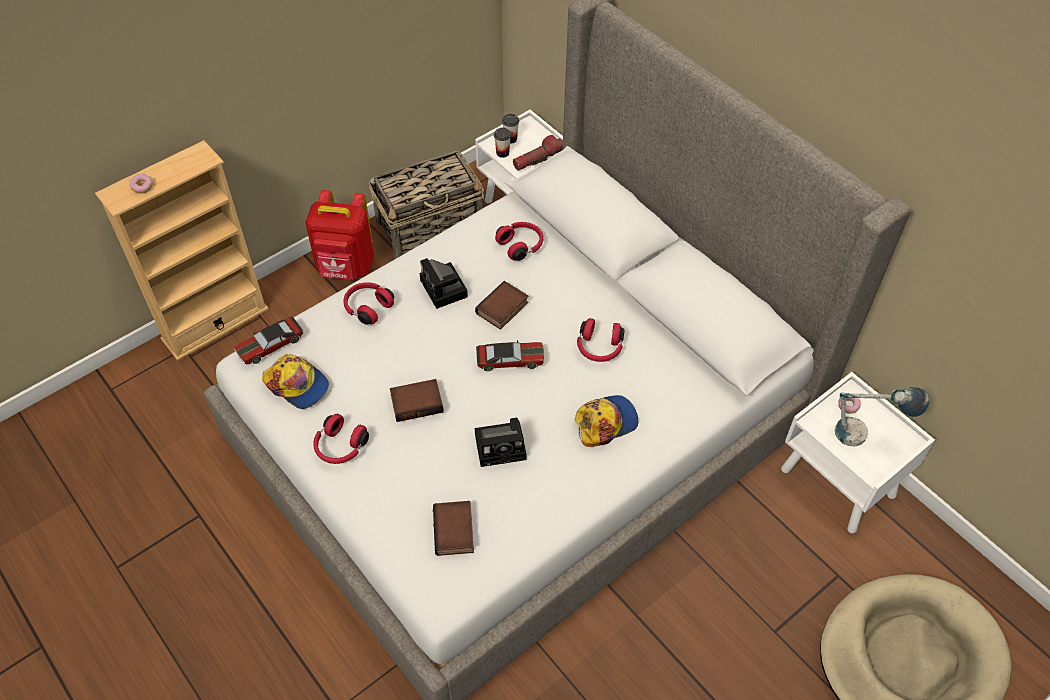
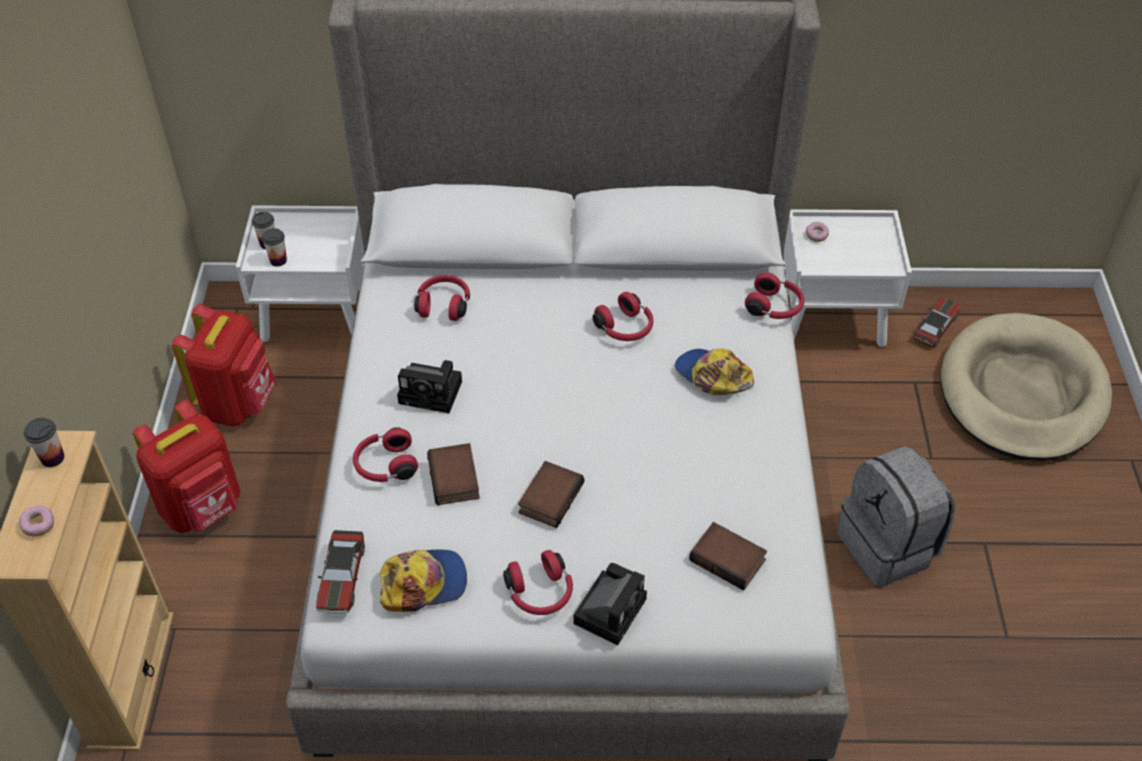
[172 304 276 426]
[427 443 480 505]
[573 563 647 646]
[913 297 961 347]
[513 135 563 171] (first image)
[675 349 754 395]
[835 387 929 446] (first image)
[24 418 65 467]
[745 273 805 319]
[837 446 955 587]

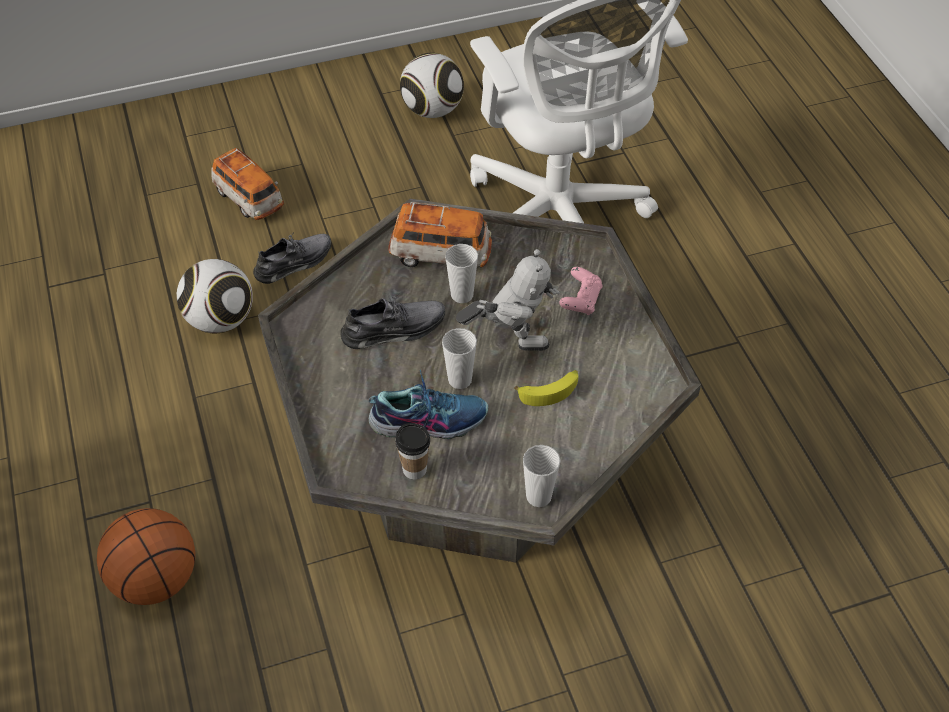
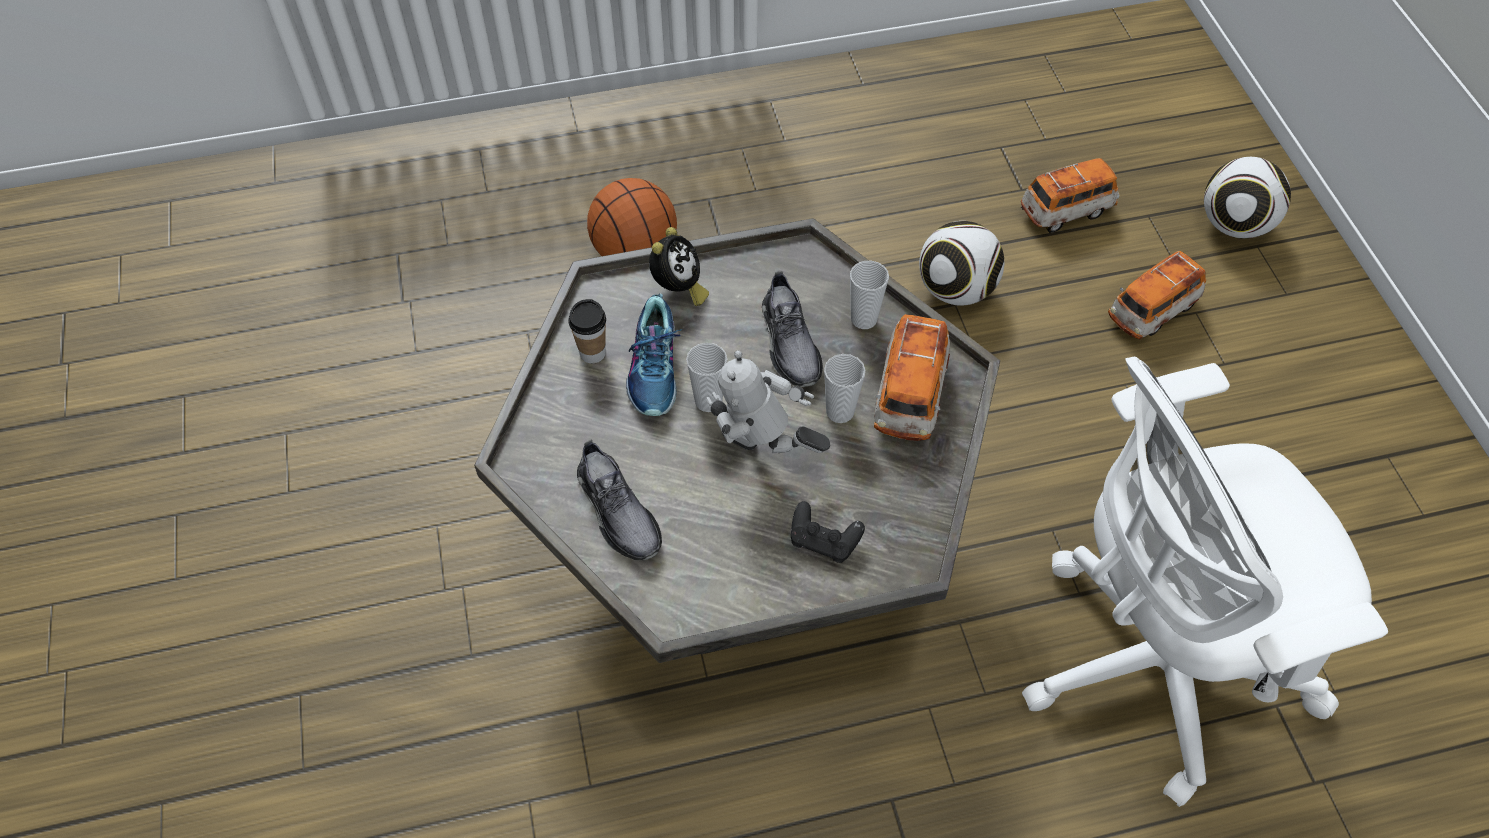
[577 440 662 560]
[1204 157 1291 239]
[706 350 830 453]
[514 370 578 406] (first image)
[850 261 889 329]
[791 501 865 563]
[649 227 709 306]
[1021 158 1120 233]

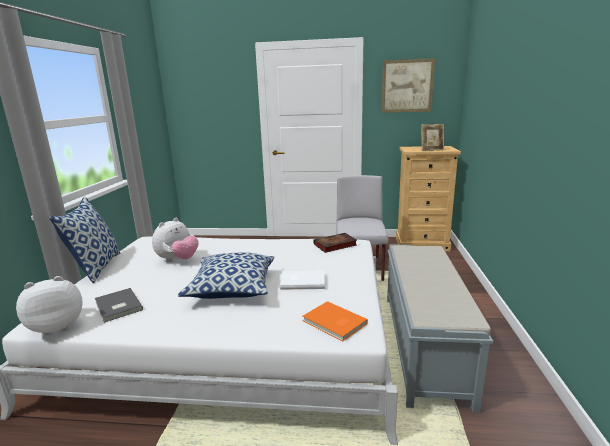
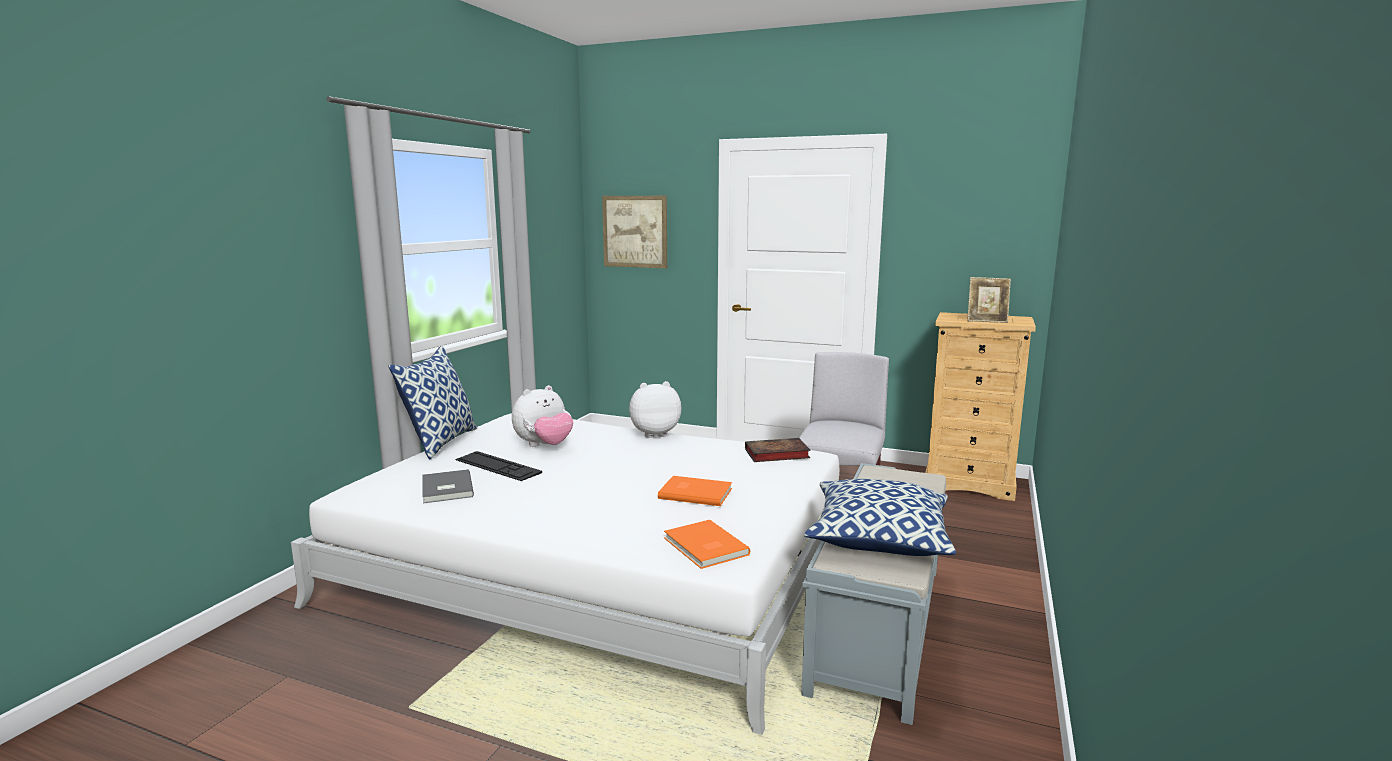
[629 381 682 438]
[804 479 956 556]
[658 476 732 506]
[602 196 667 268]
[456 451 542 481]

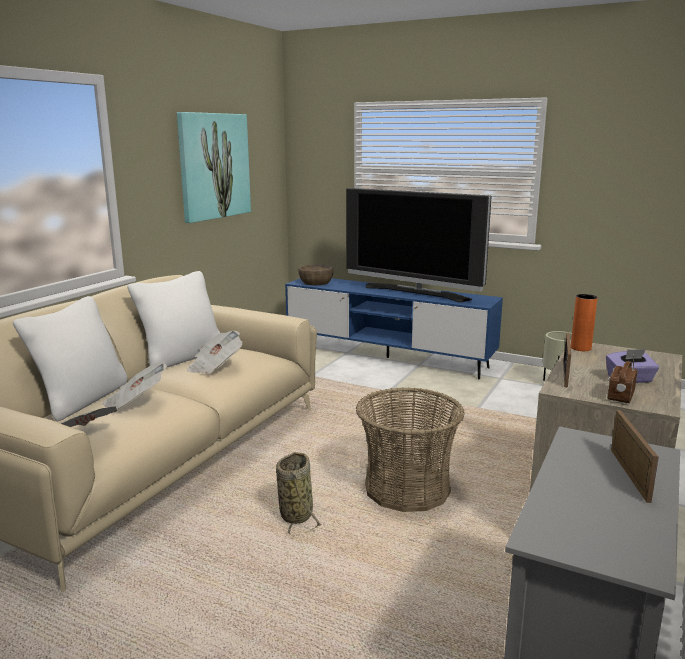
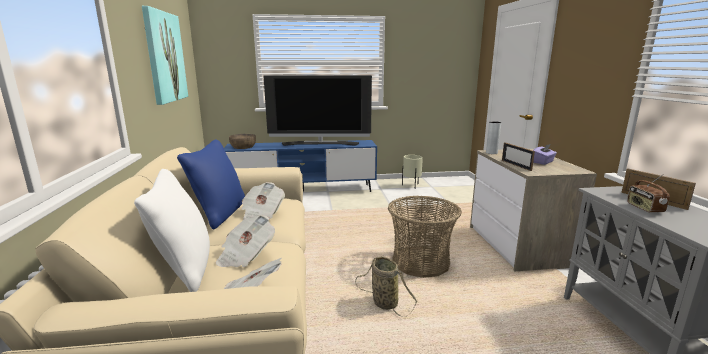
[177 140 245 229]
[486 121 501 154]
[627 174 670 213]

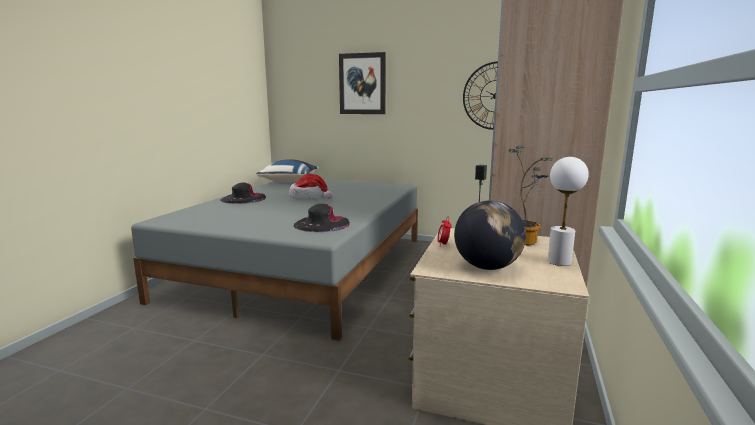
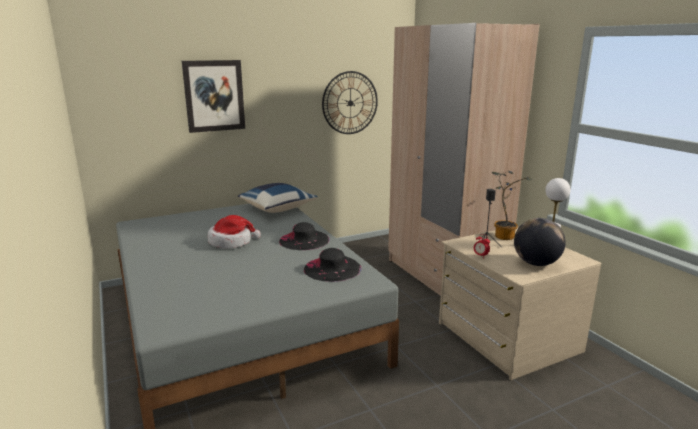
[279 222 330 250]
[238 183 318 213]

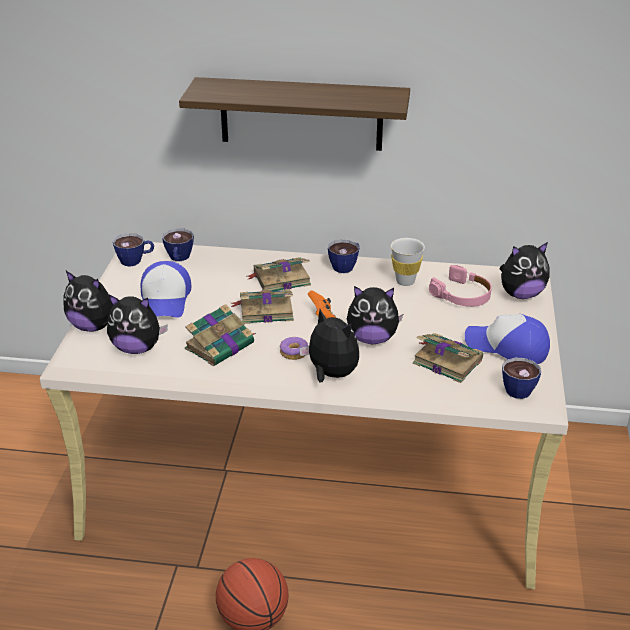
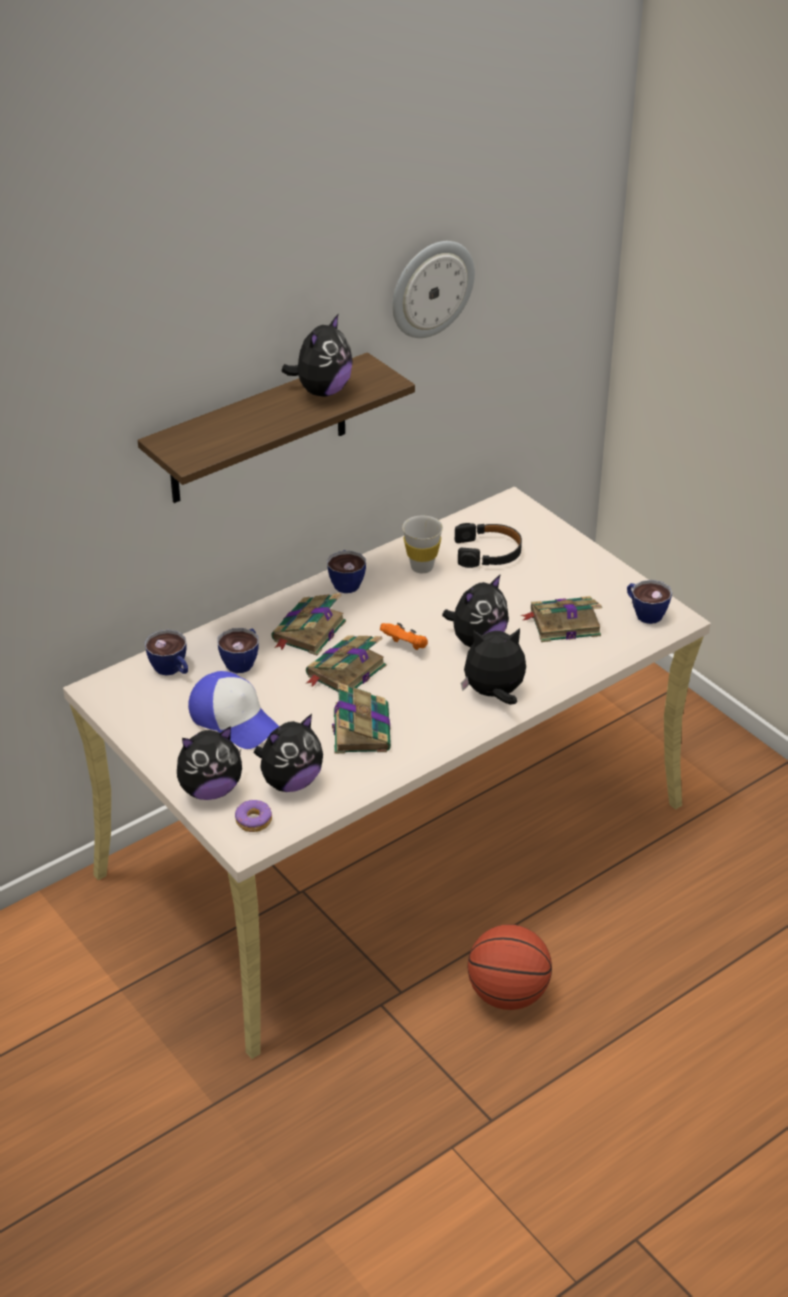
[217 628 259 673]
[235 800 273 832]
[455 523 522 568]
[465 314 550 364] (first image)
[281 313 353 397]
[392 241 475 338]

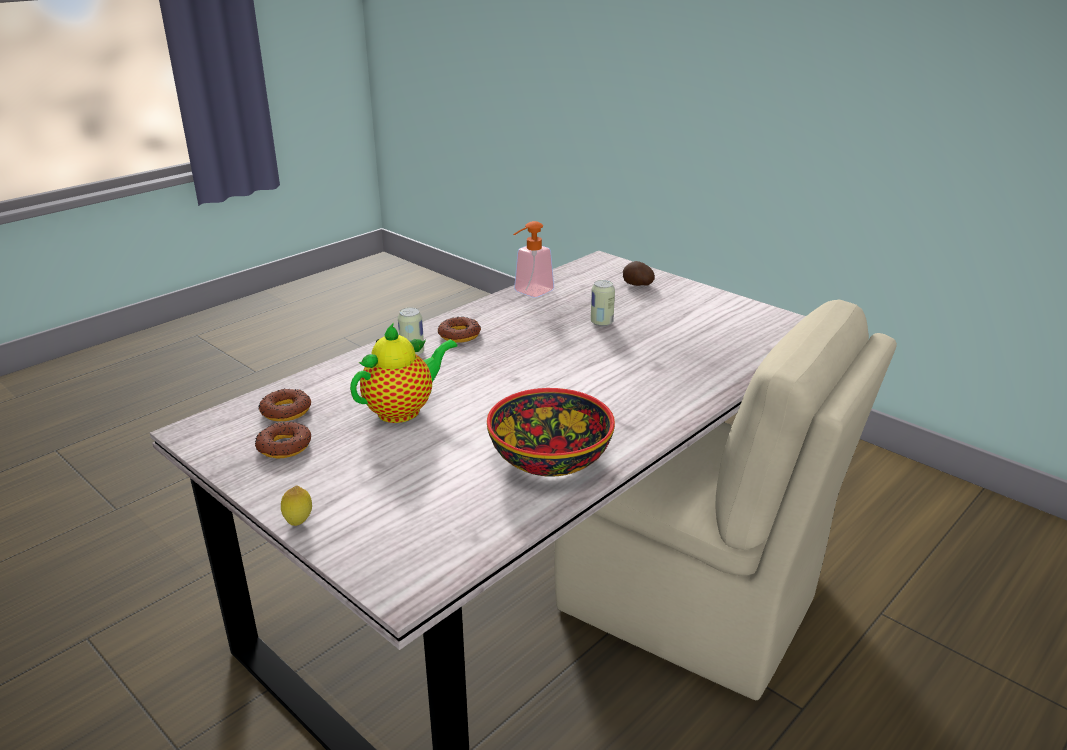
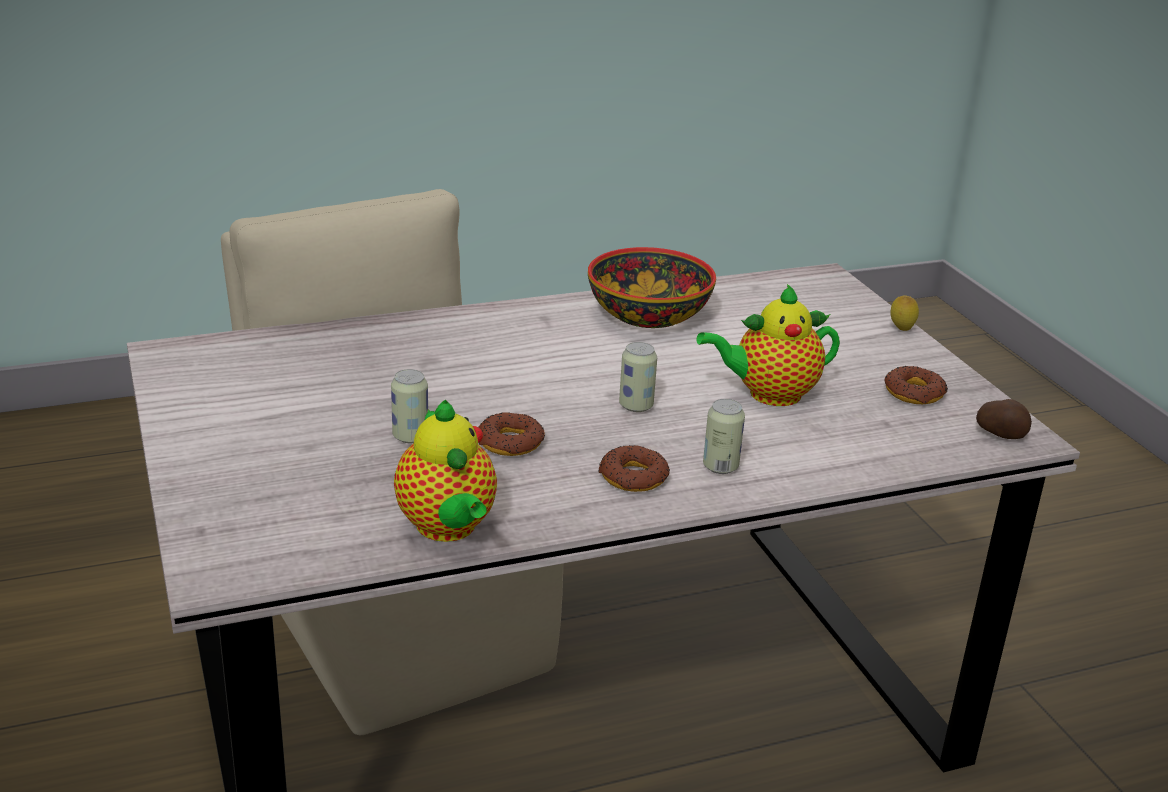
[479 412 545 456]
[394 399 497 542]
[976 399 1032 439]
[619 342 657 412]

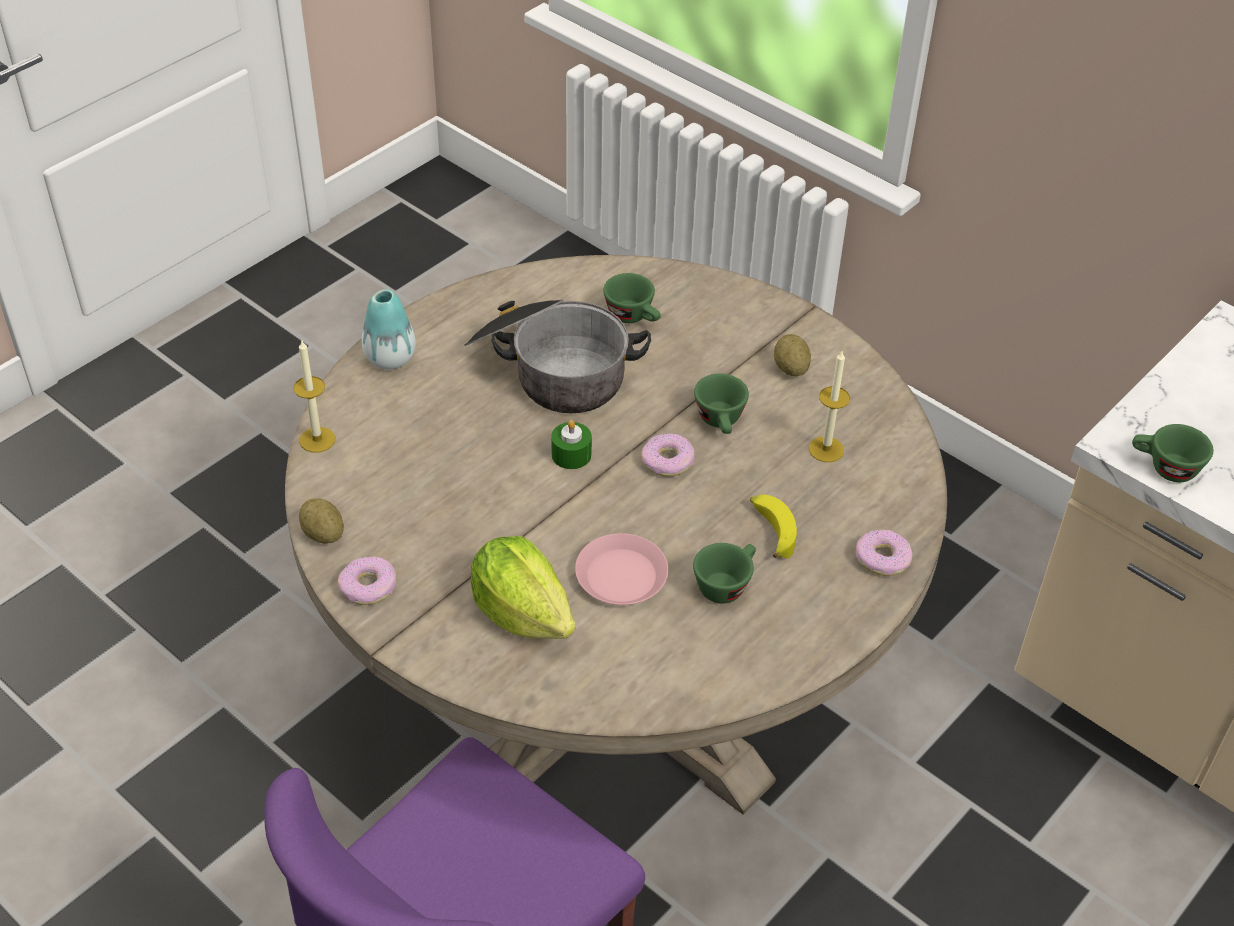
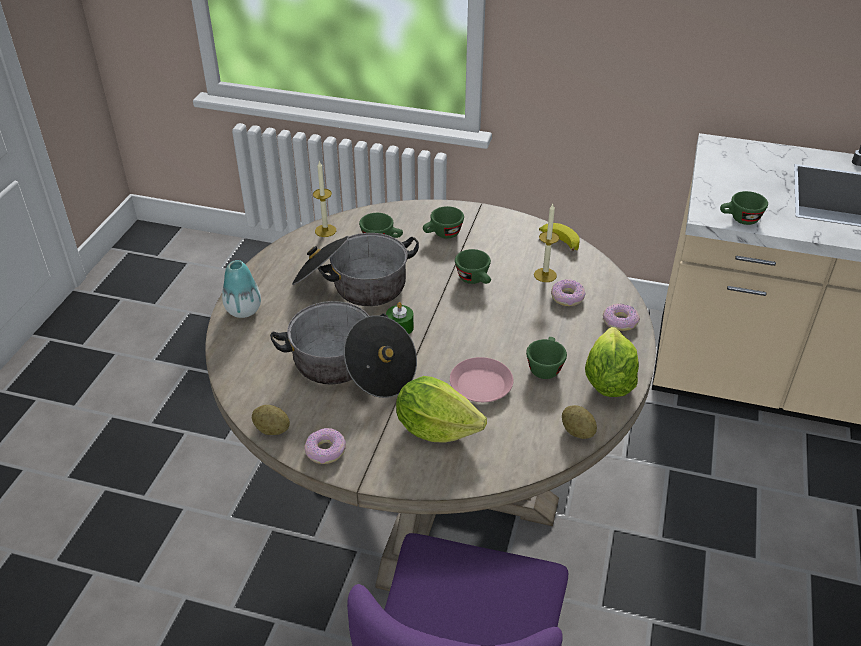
[313 161 336 237]
[551 279 585 306]
[539 223 580 251]
[562 405 597 439]
[270 301 417 398]
[423 206 464 239]
[585 327 639 397]

